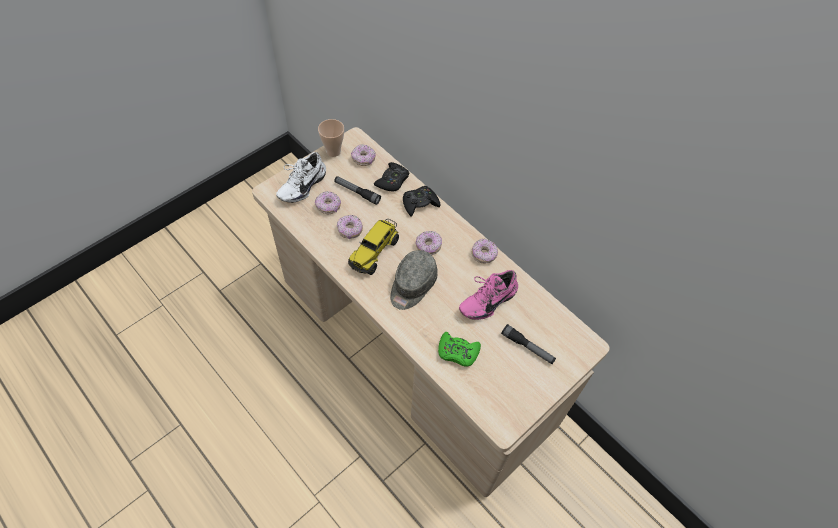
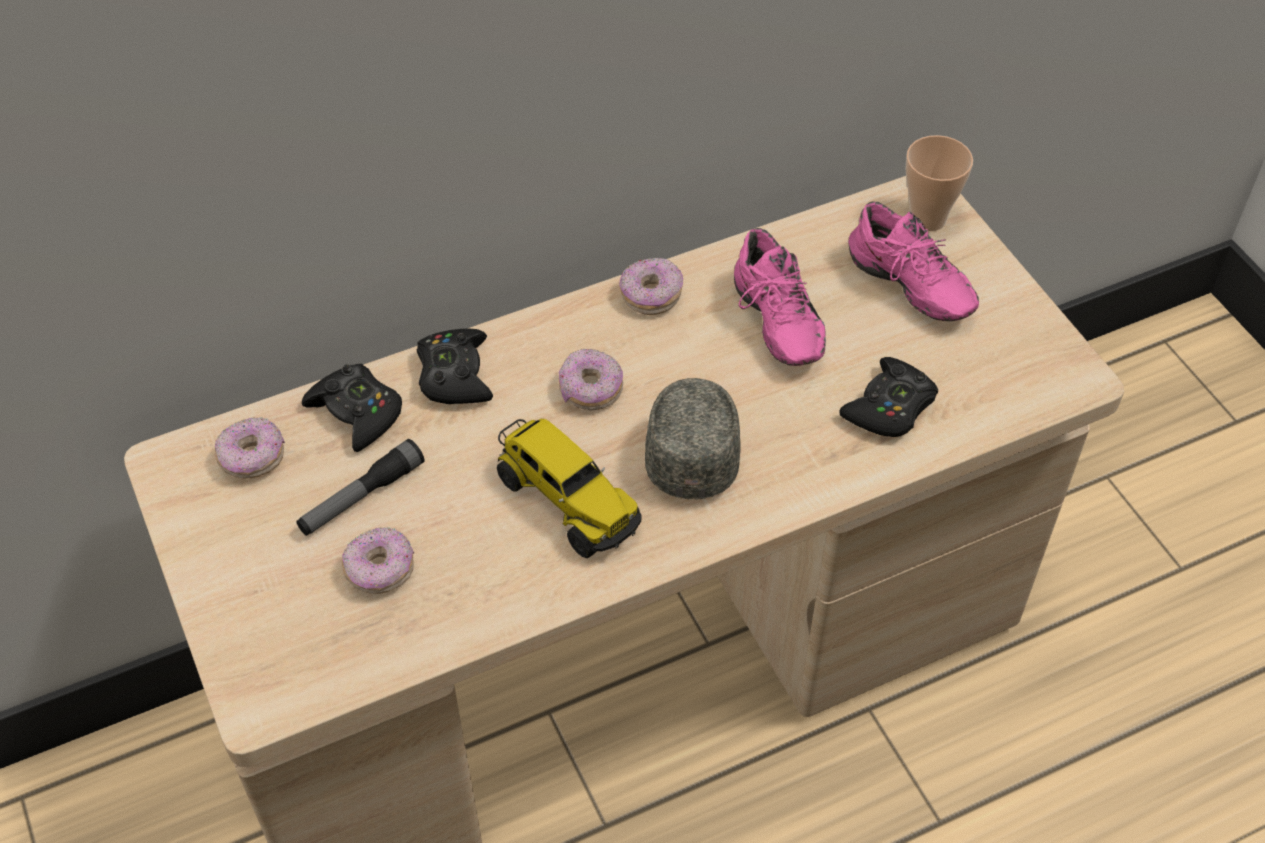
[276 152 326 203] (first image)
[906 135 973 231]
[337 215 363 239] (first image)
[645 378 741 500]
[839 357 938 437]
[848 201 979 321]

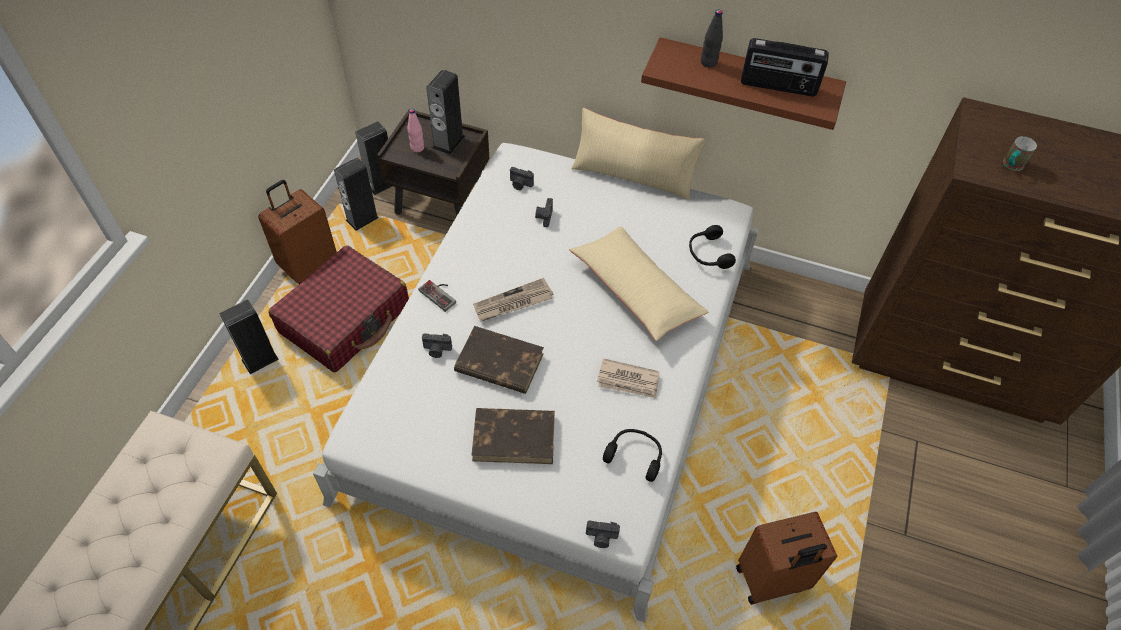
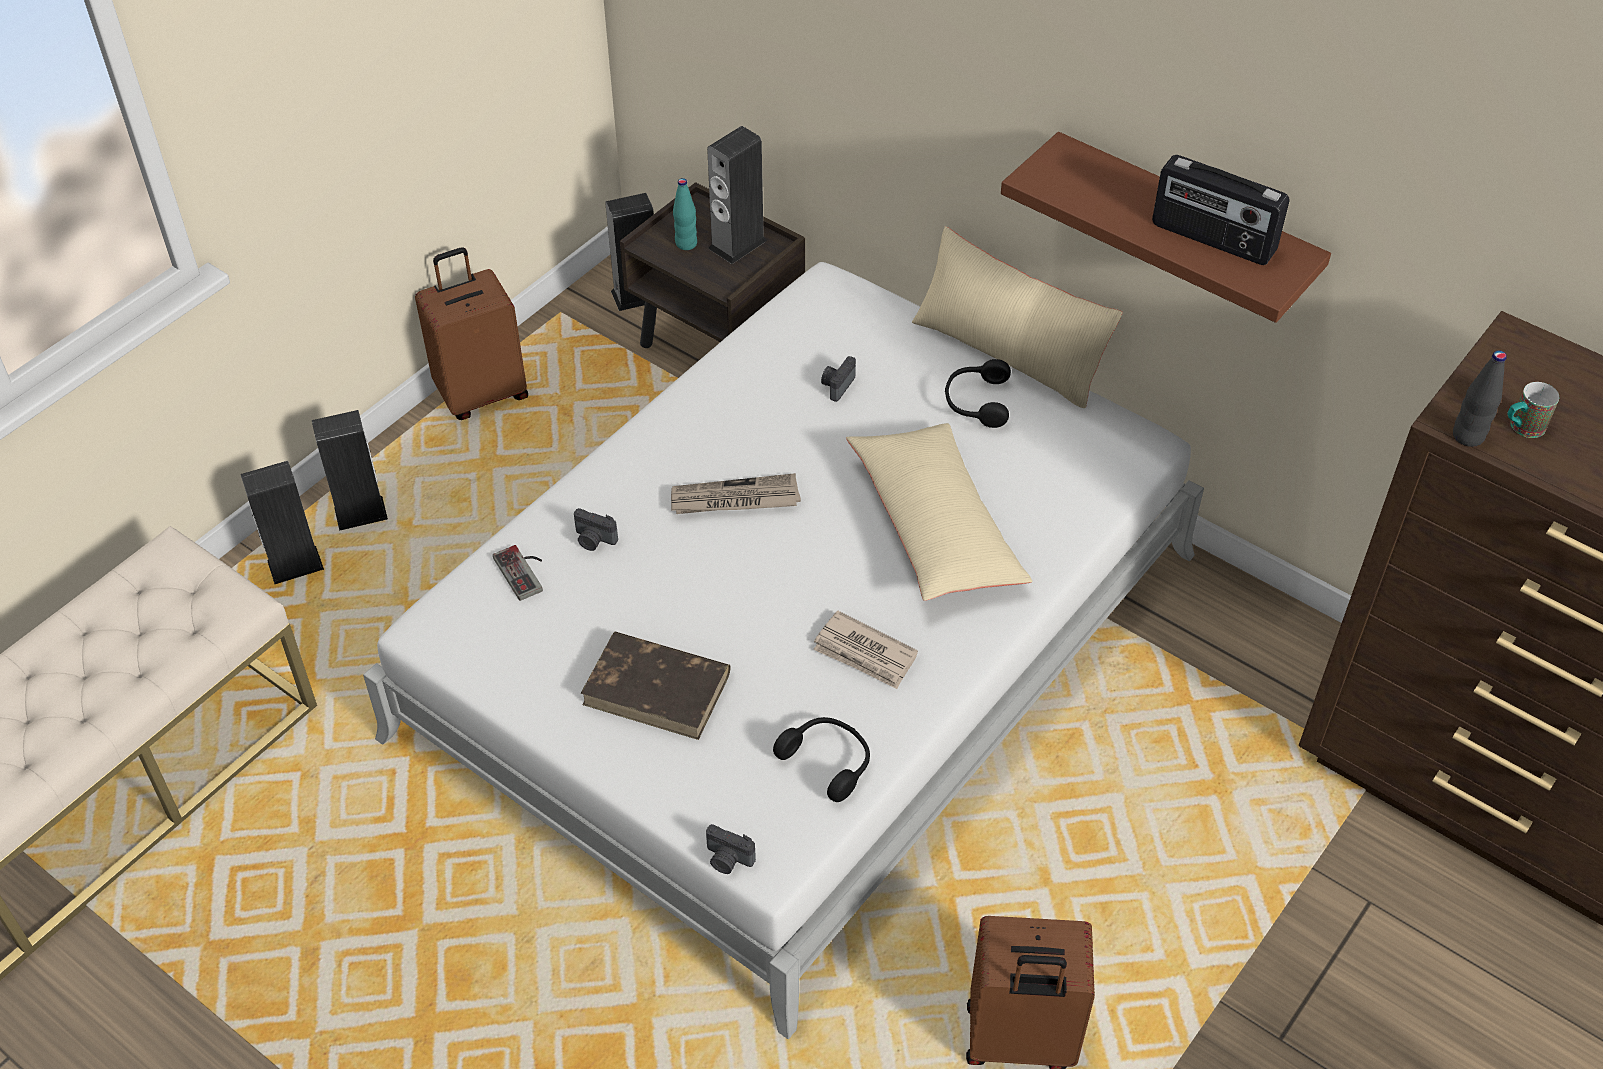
[268 245 409 372] (first image)
[240 461 324 584]
[673 178 697 250]
[493 545 543 601]
[454 326 544 394] (first image)
[510 167 534 190] (first image)
[945 359 1011 428]
[1453 350 1507 447]

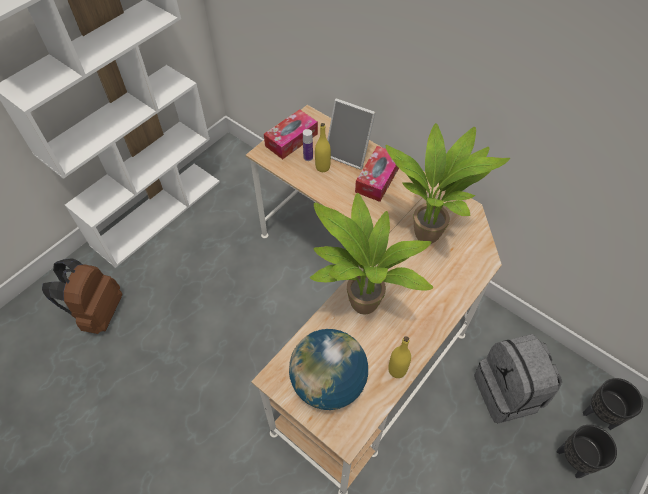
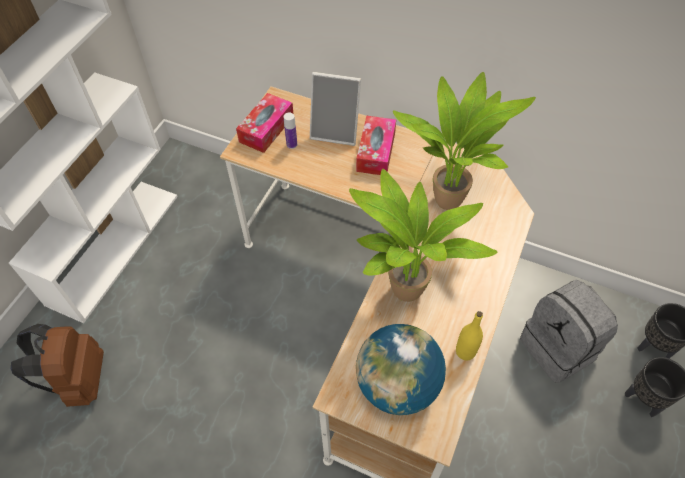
[315 123 331 172] (first image)

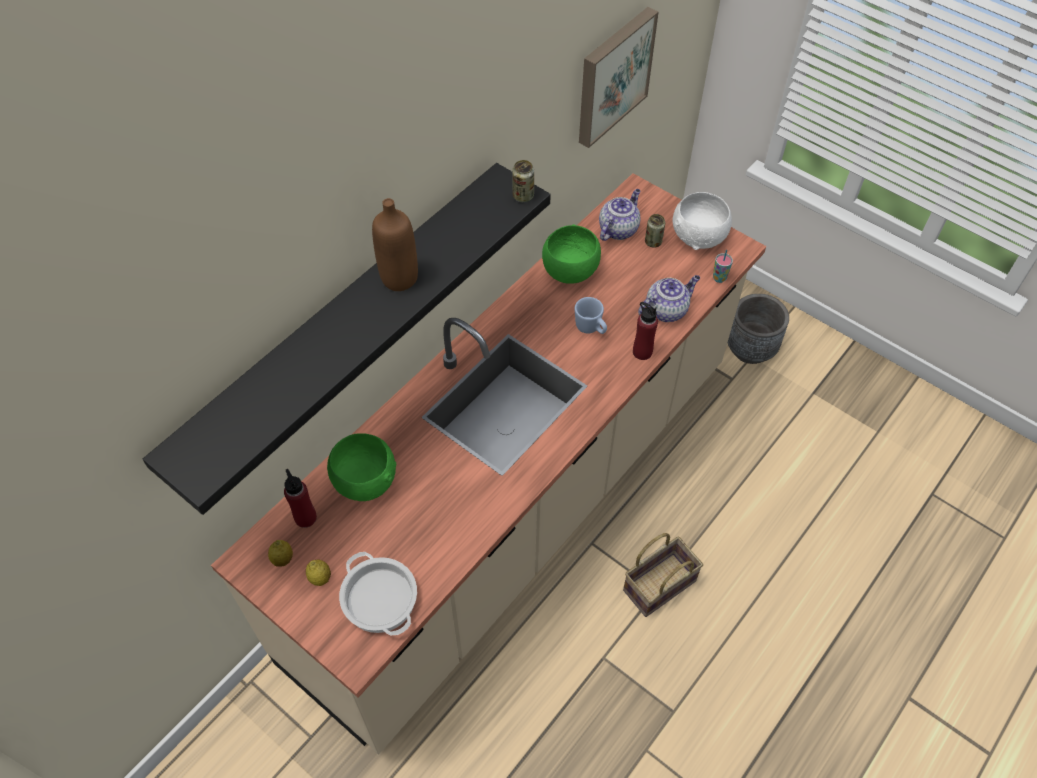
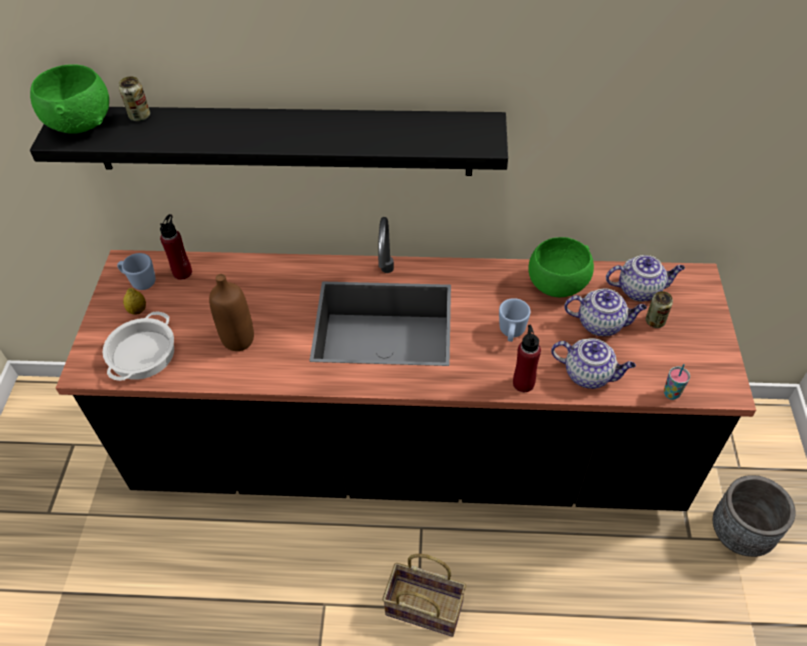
[56 217 756 511]
[117 253 156 290]
[30 64 109 134]
[209 274 254 351]
[119 76 150 121]
[579 7 659 148] (first image)
[672 192 732 250] (first image)
[564 288 647 336]

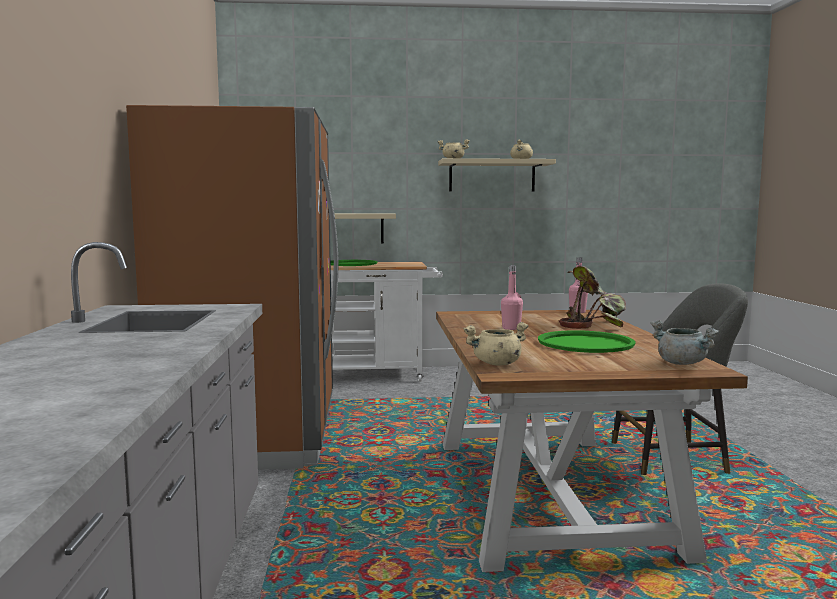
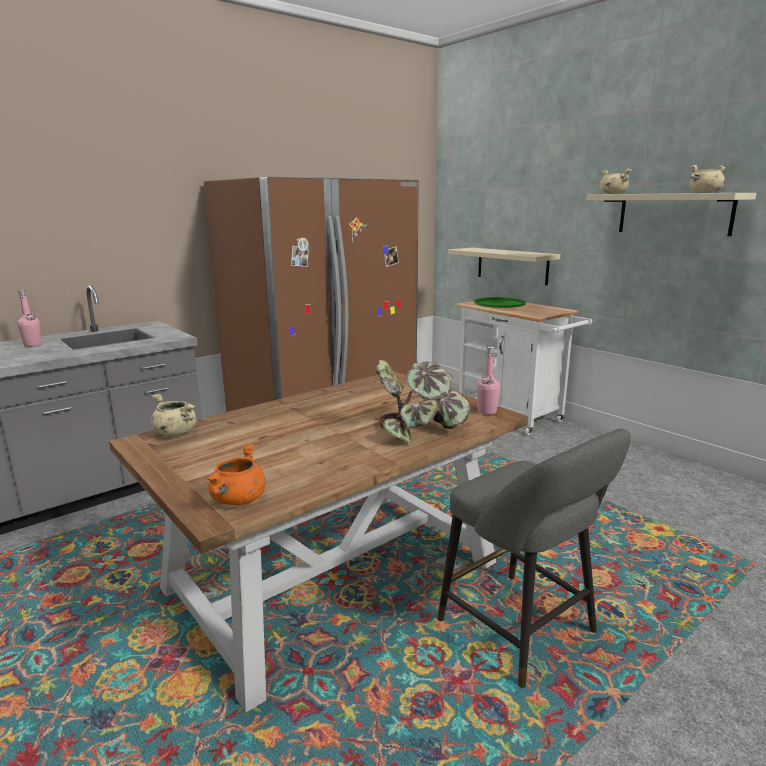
[17 290 42 347]
[538 330 636 353] (first image)
[207 444 266 505]

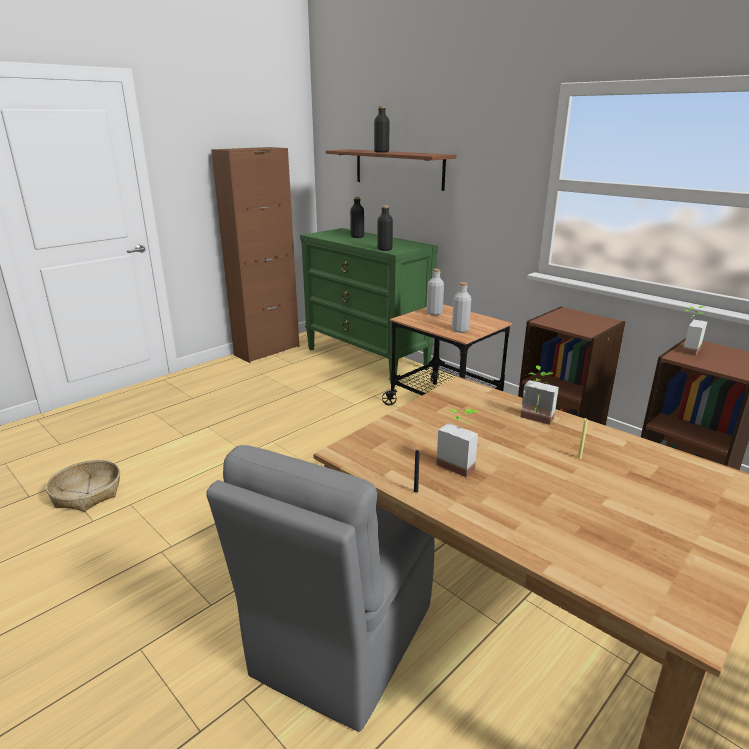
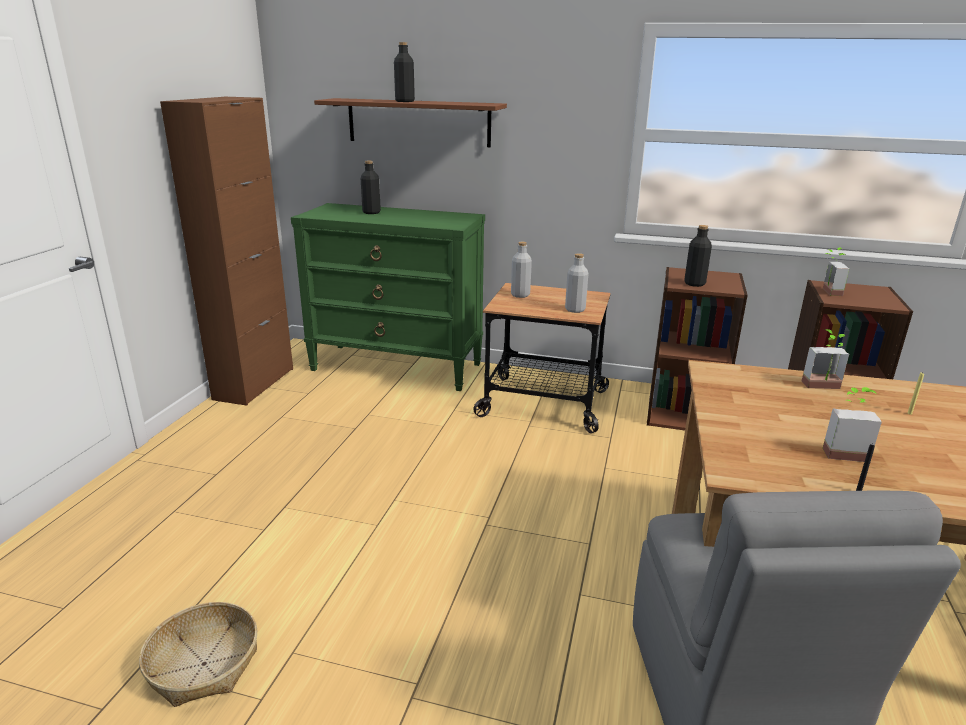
[684 225 712 287]

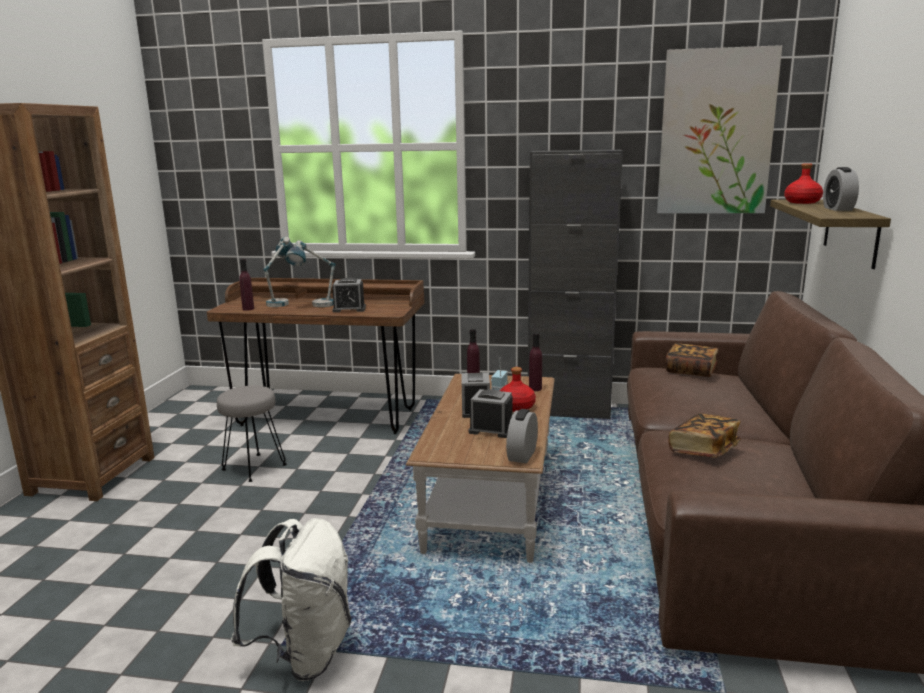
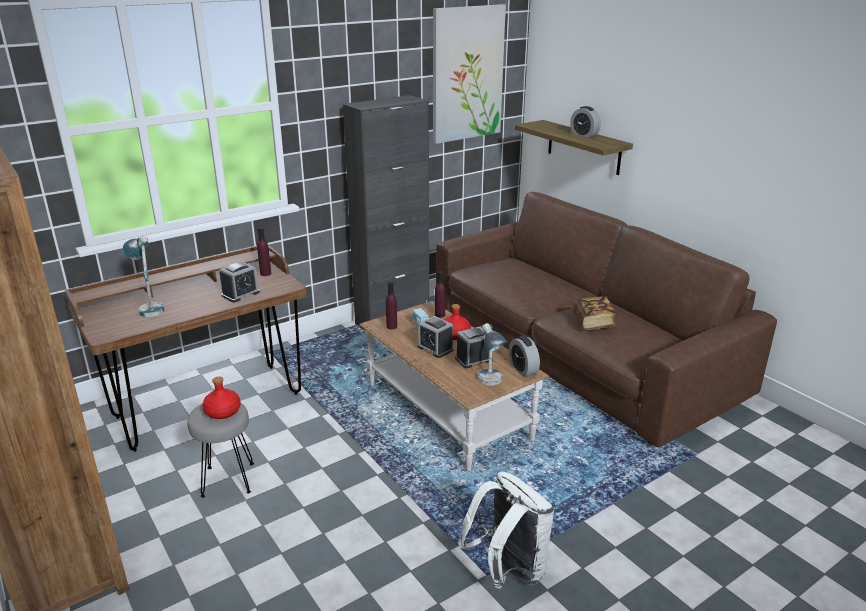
[257 227 271 276]
[478 323 507 386]
[666 343 719 377] (first image)
[202 376 241 419]

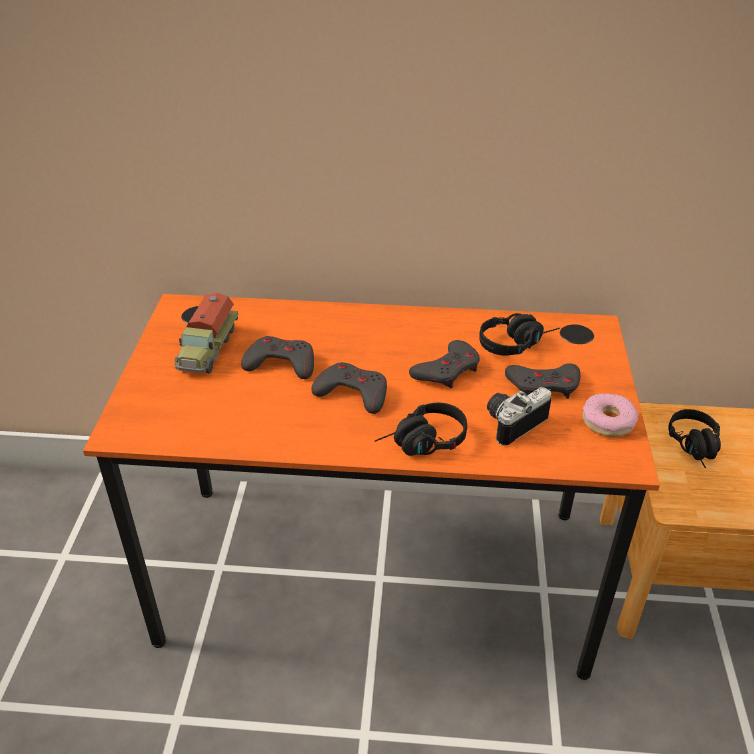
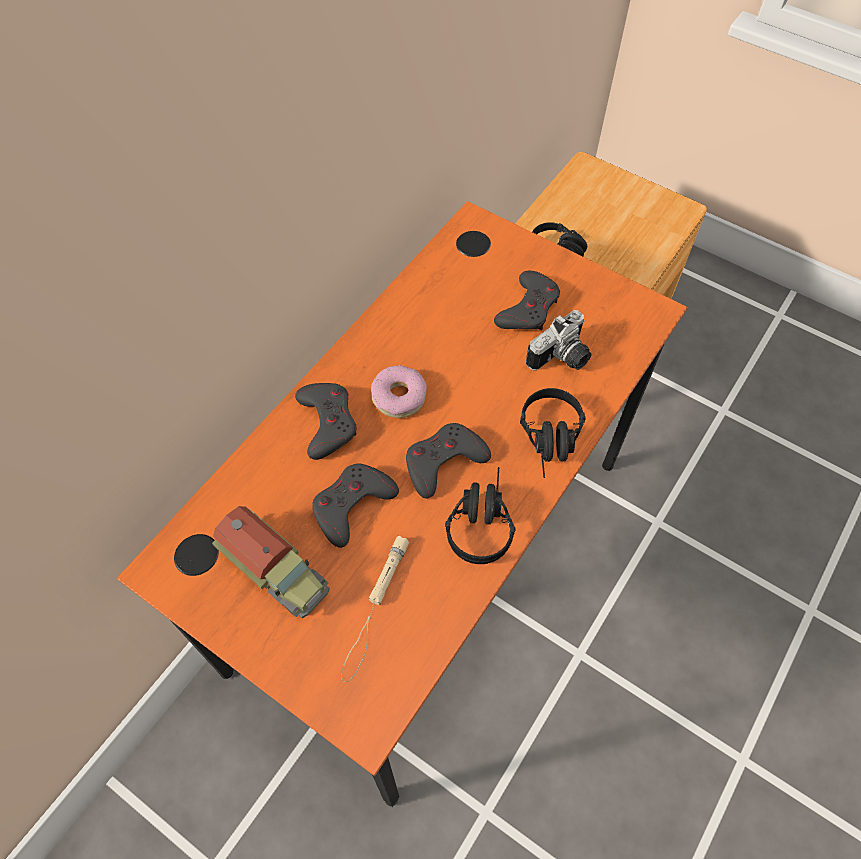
[295 383 357 460]
[445 467 516 564]
[526 310 591 371]
[371 365 427 418]
[341 536 410 682]

